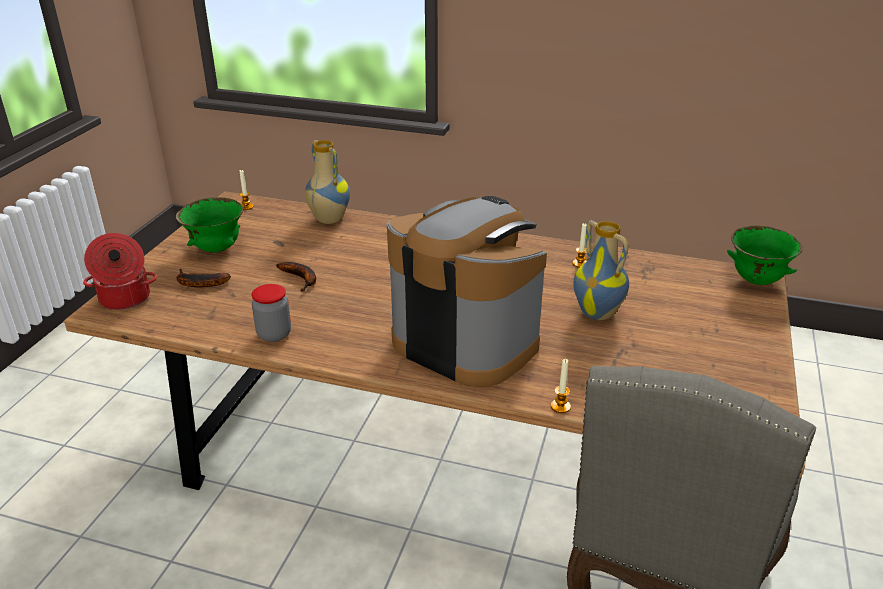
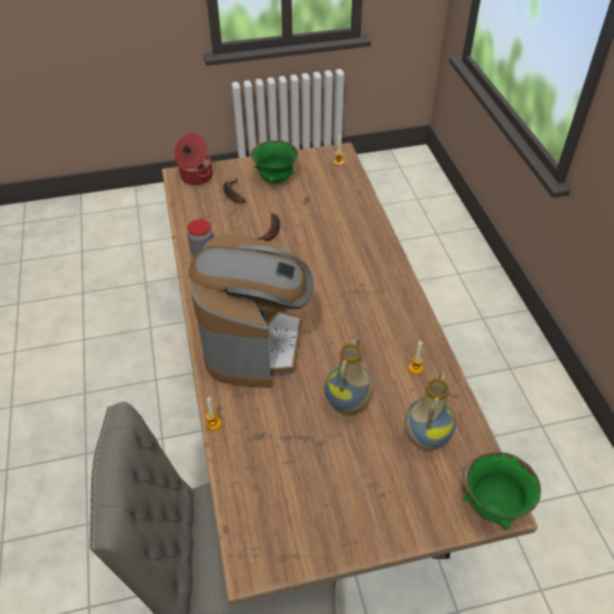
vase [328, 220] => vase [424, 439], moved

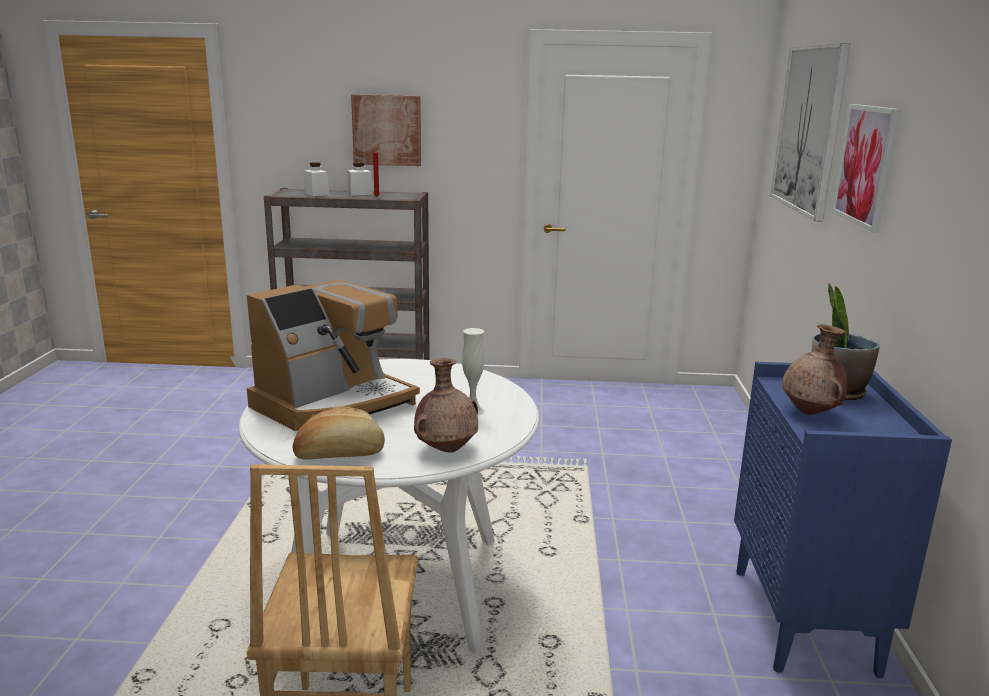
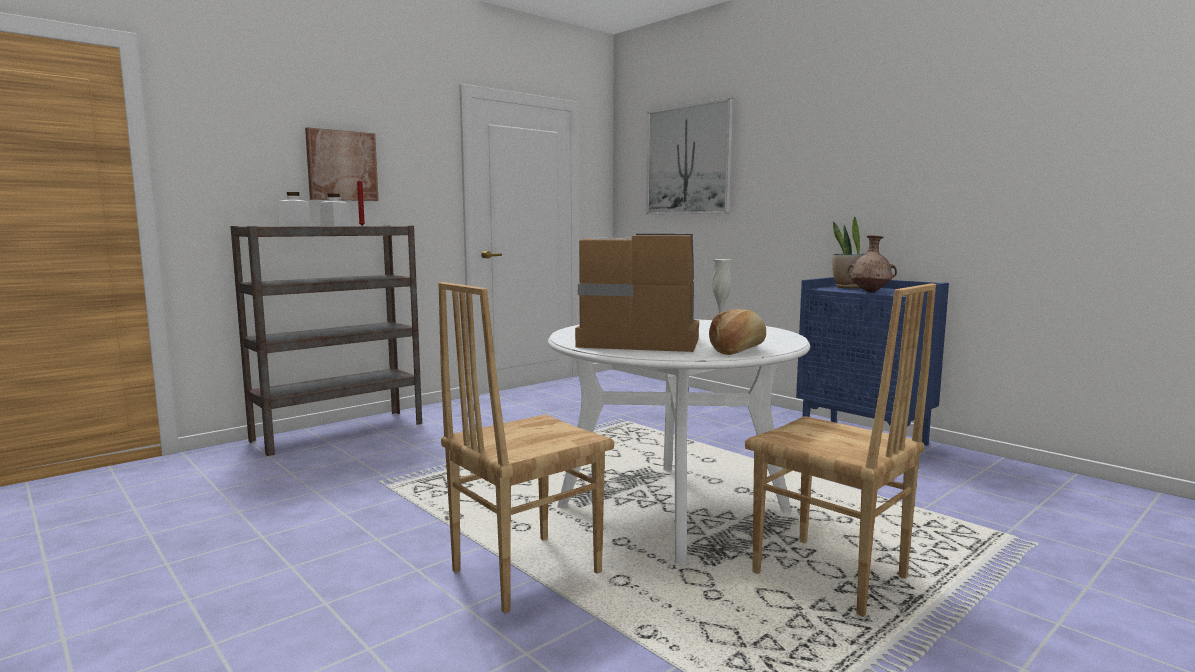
nothing => brown chair [524, 572]
coffee machine [334, 404] => coffee machine [638, 340], 75 degrees counterclockwise
brown vase [447, 449] => nothing
picture [866, 165] => nothing

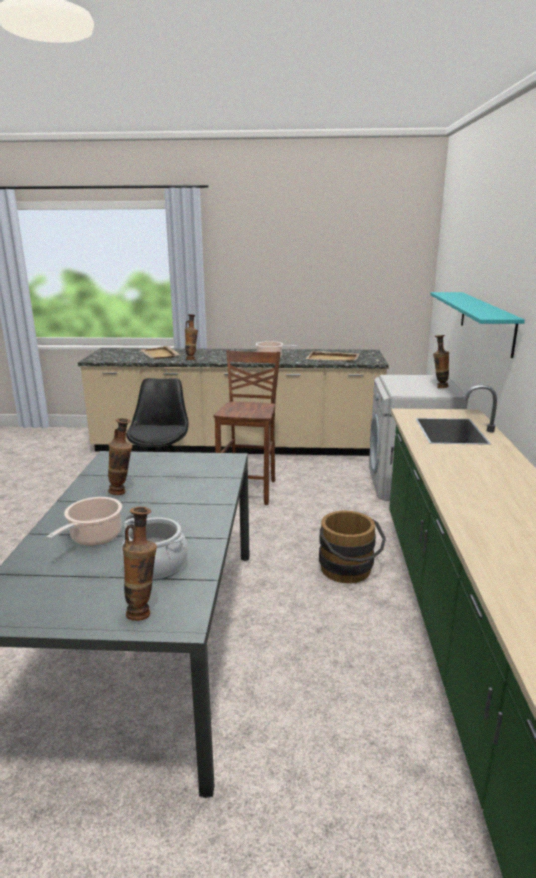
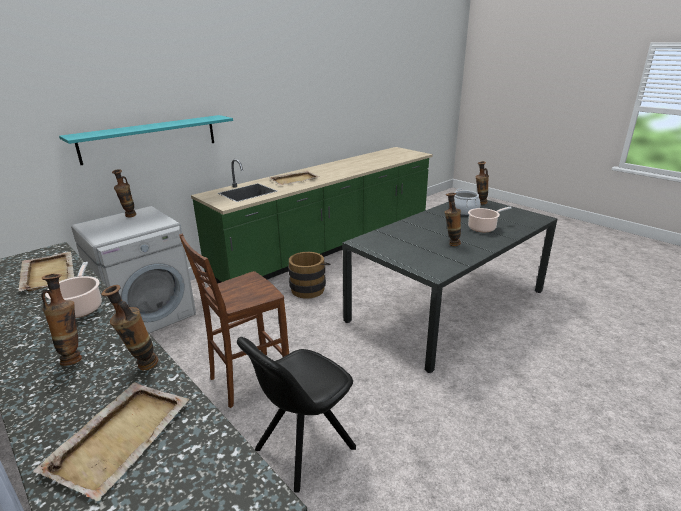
nothing => vase [74, 357]
nothing => beige tray [295, 179]

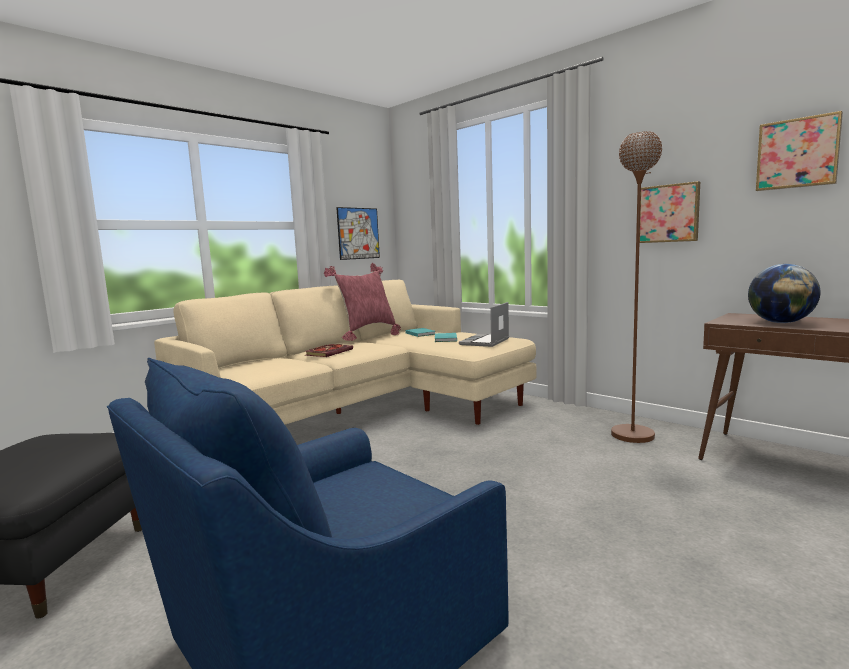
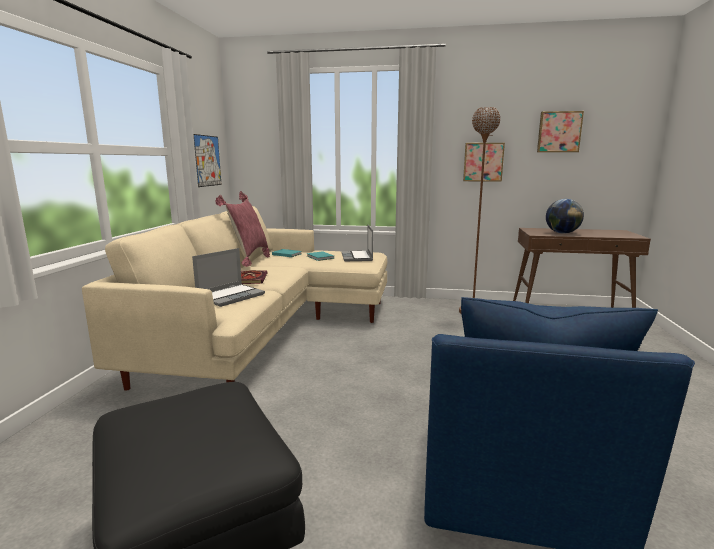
nothing => laptop [231, 296]

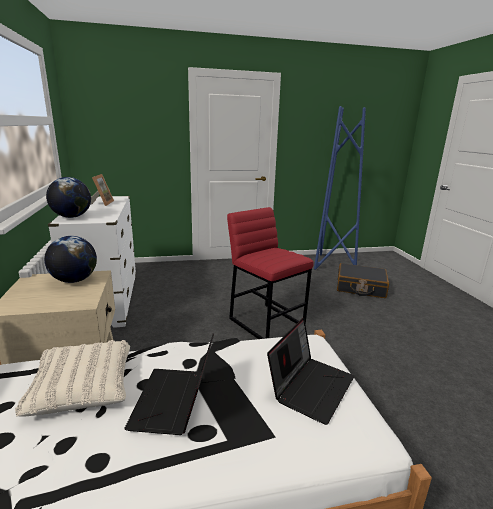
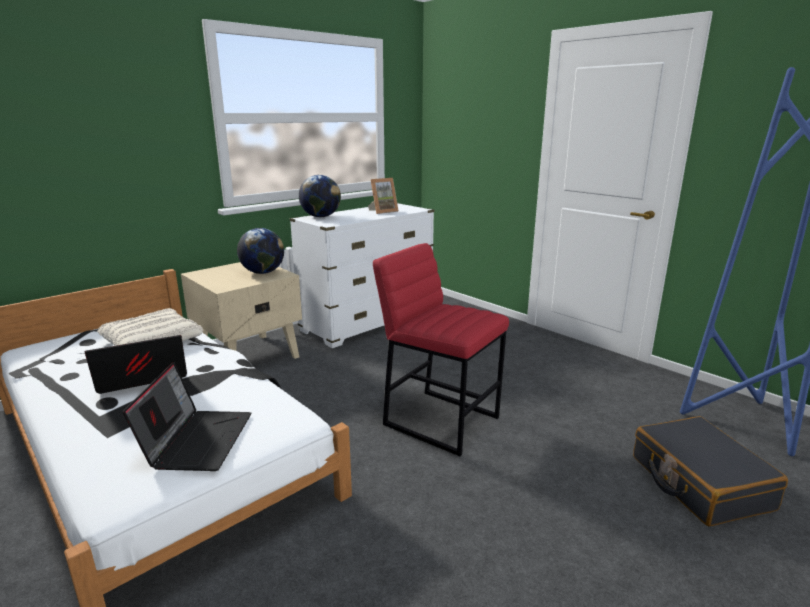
laptop [310, 386] => laptop [197, 439], 90 degrees counterclockwise
red chair [265, 322] => red chair [438, 420], 75 degrees counterclockwise

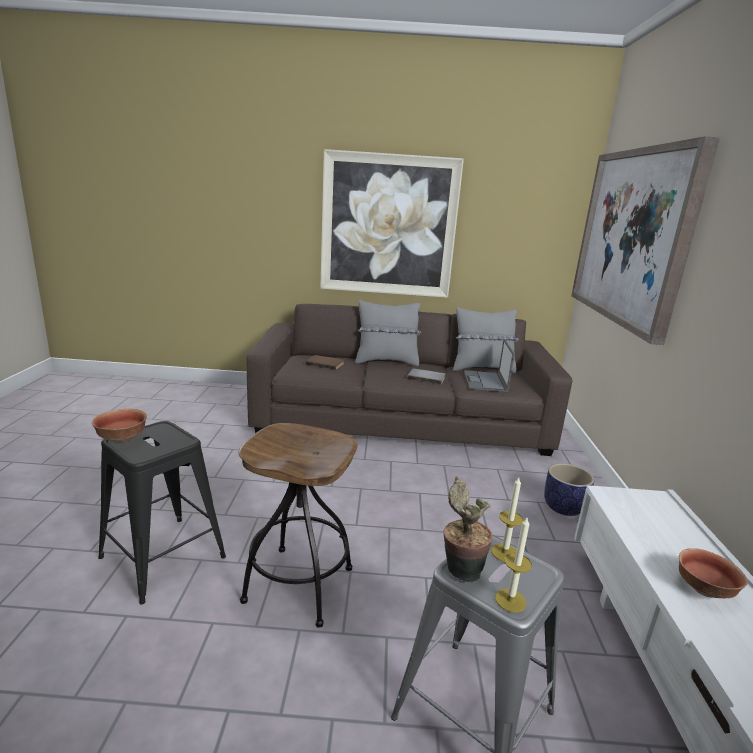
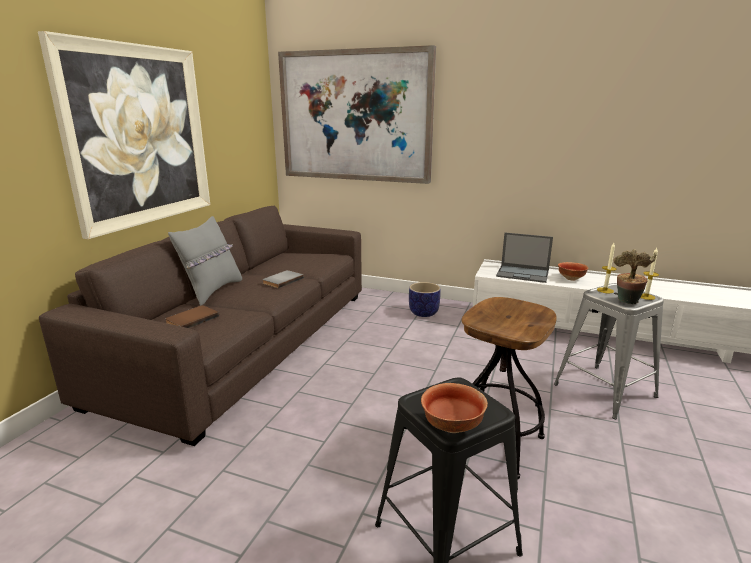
laptop [485, 381] => laptop [523, 274], moved
grey pillow [482, 368] => nothing

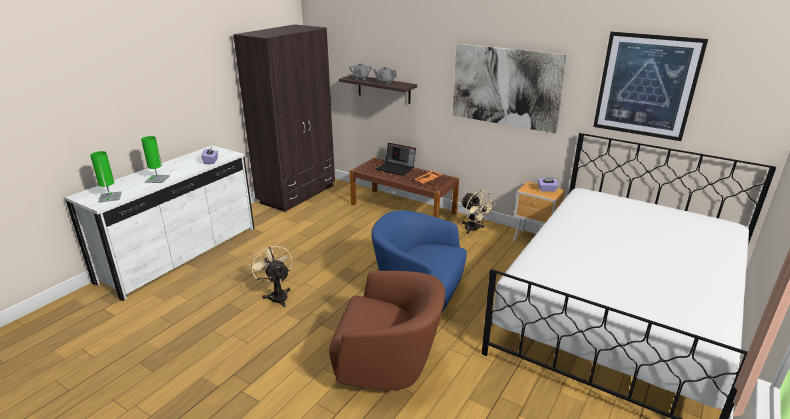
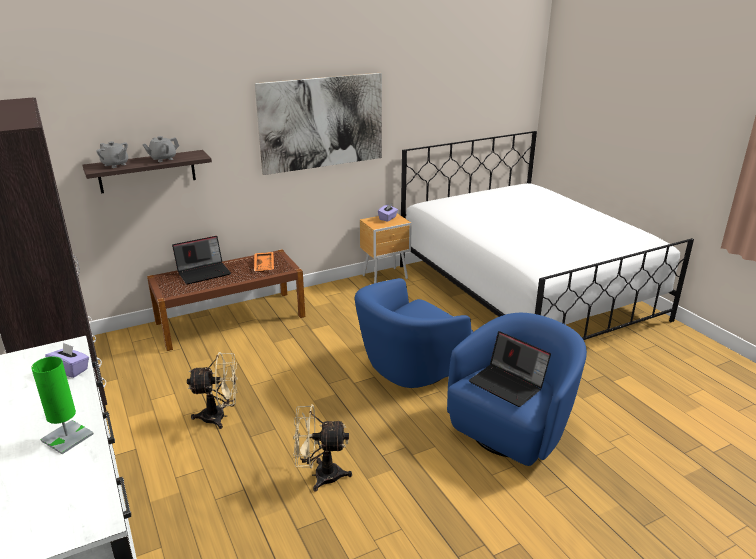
beige fan [474, 229] => beige fan [220, 416], moved
brown armchair [387, 365] => blue armchair [512, 428]
nothing => laptop [508, 384]
green table lamp [110, 197] => nothing
picture [646, 86] => nothing

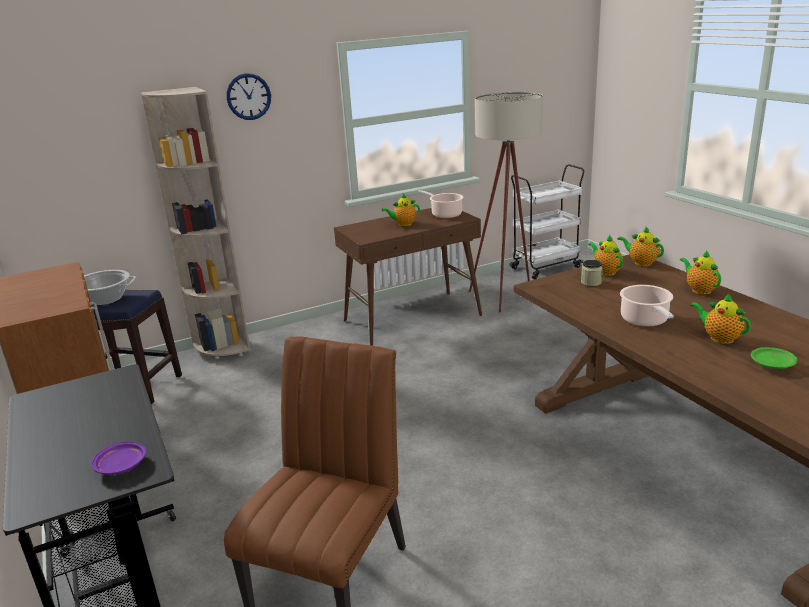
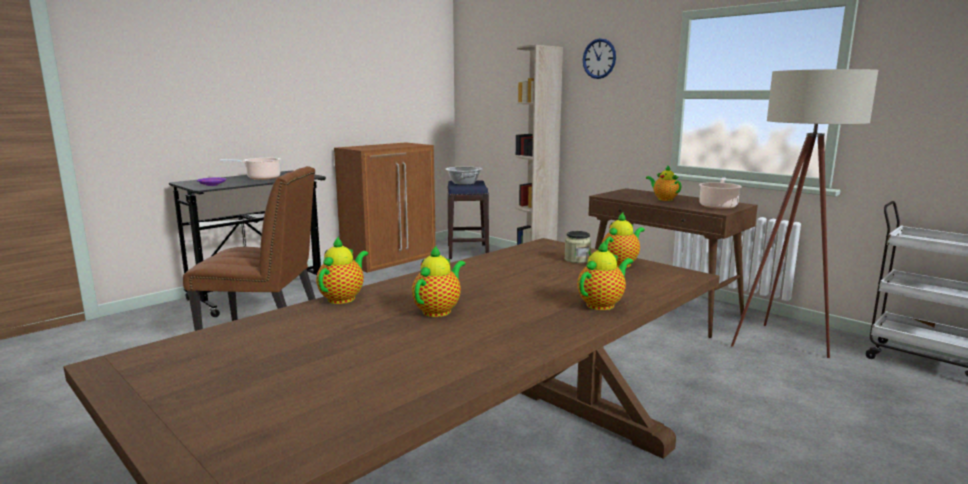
cooking pot [645, 320] => cooking pot [261, 178], moved
teapot [641, 262] => teapot [343, 298], moved
green plate [772, 364] => nothing

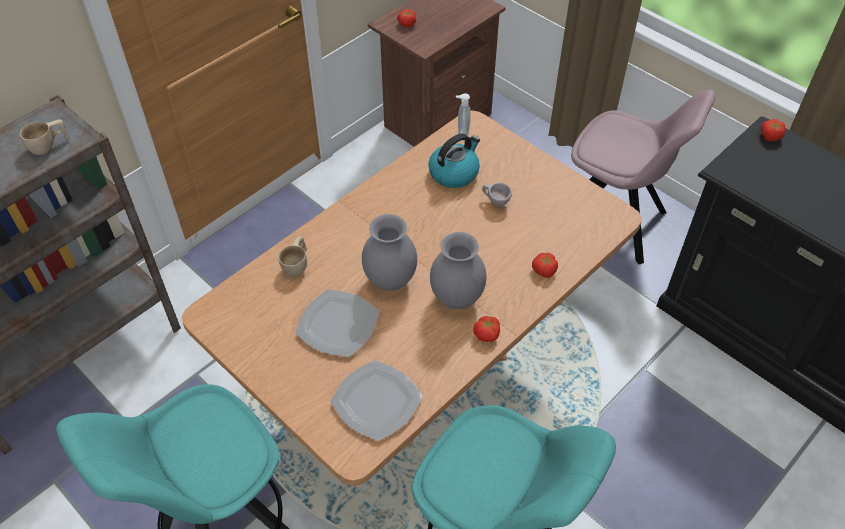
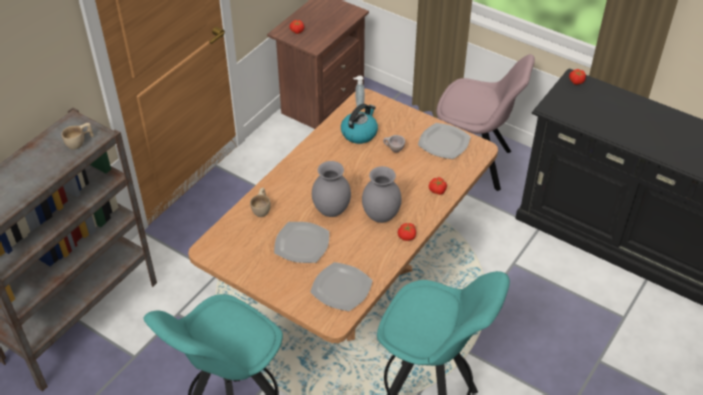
nothing => plate [444, 142]

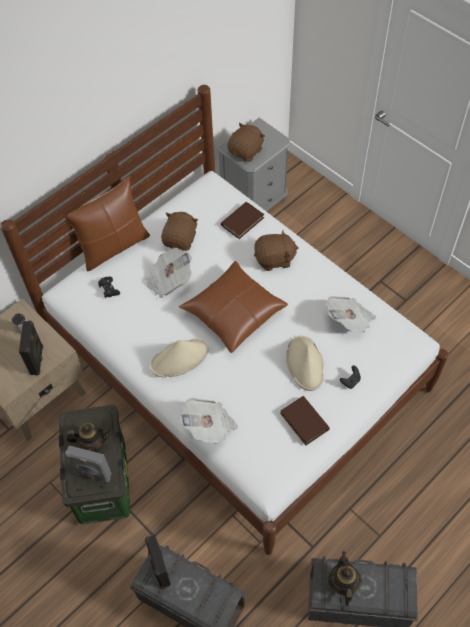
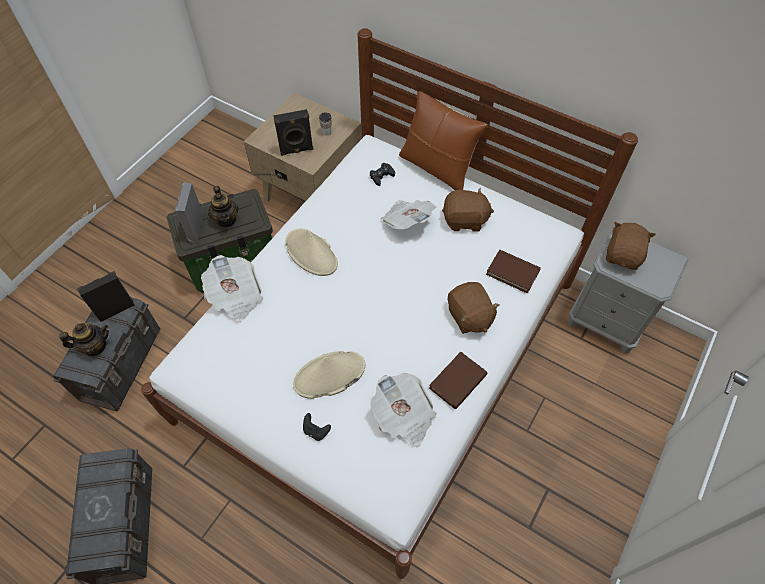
teapot [342, 584] => teapot [95, 346], moved
brown book [304, 421] => brown book [457, 382], moved
brown plush toy [246, 151] => brown plush toy [623, 255], 90 degrees counterclockwise
brown pillow [233, 313] => nothing

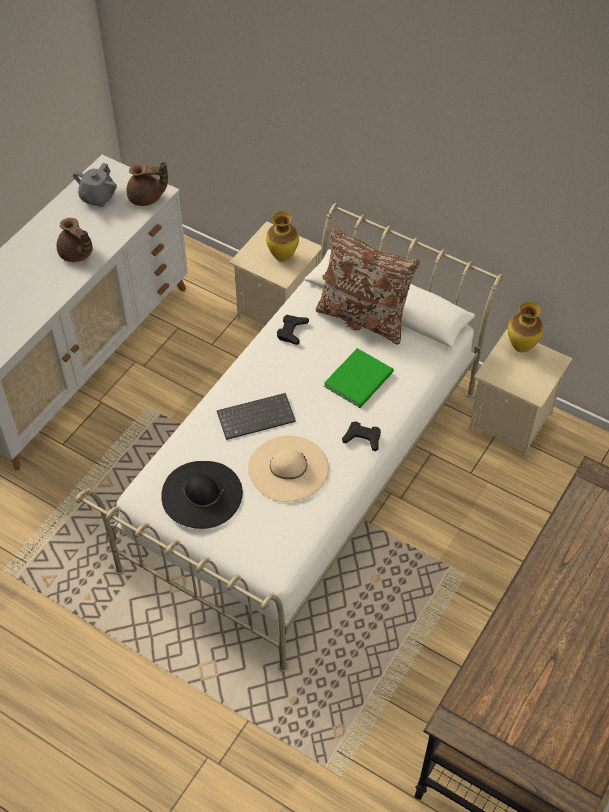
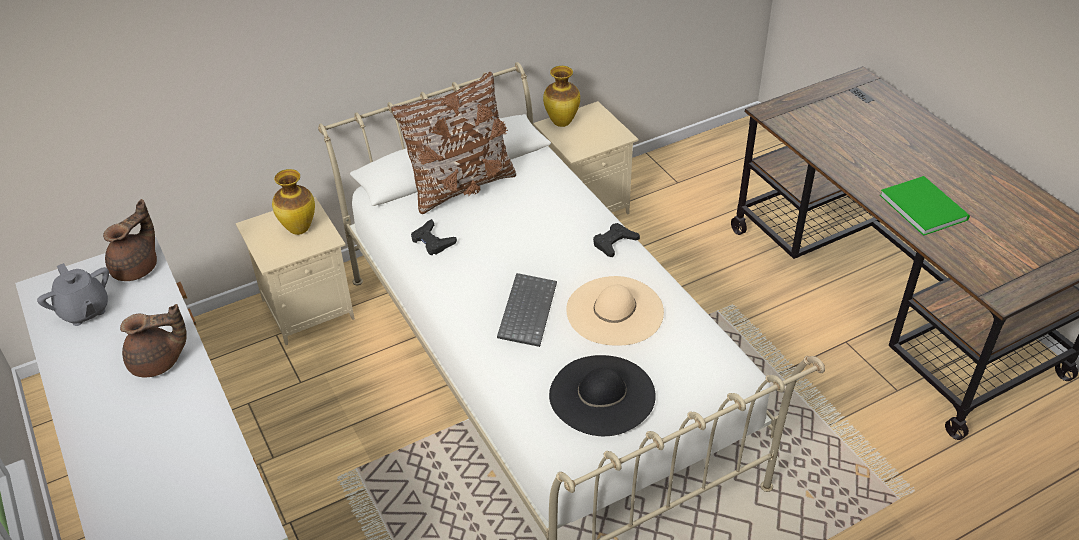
green book [361, 379] => green book [923, 205], moved

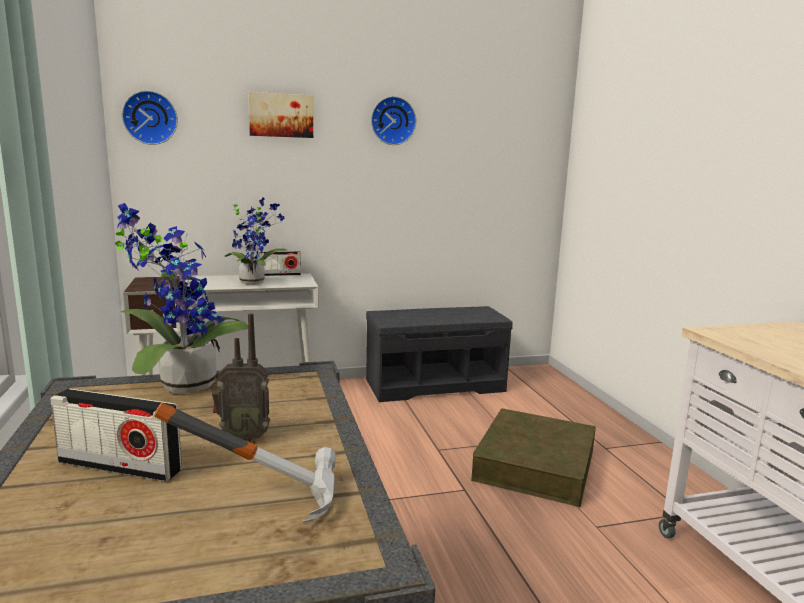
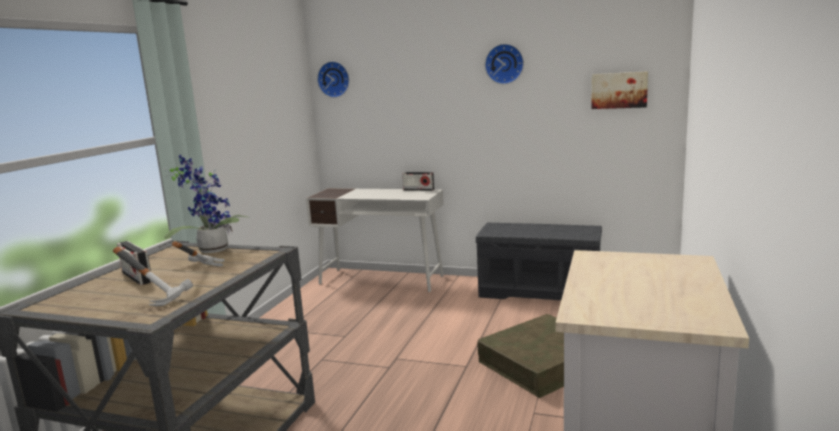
radio [243, 437] => hammer [193, 274]
picture [281, 115] => picture [619, 90], moved
potted plant [254, 281] => nothing

